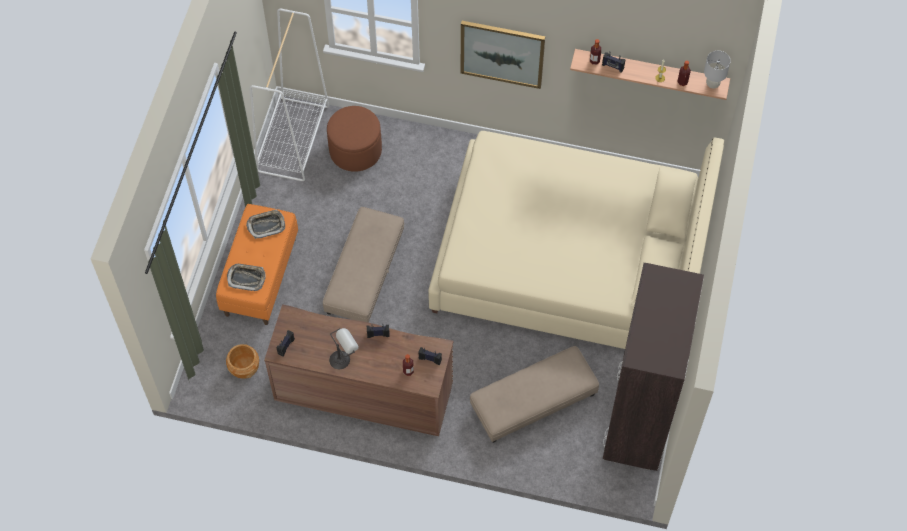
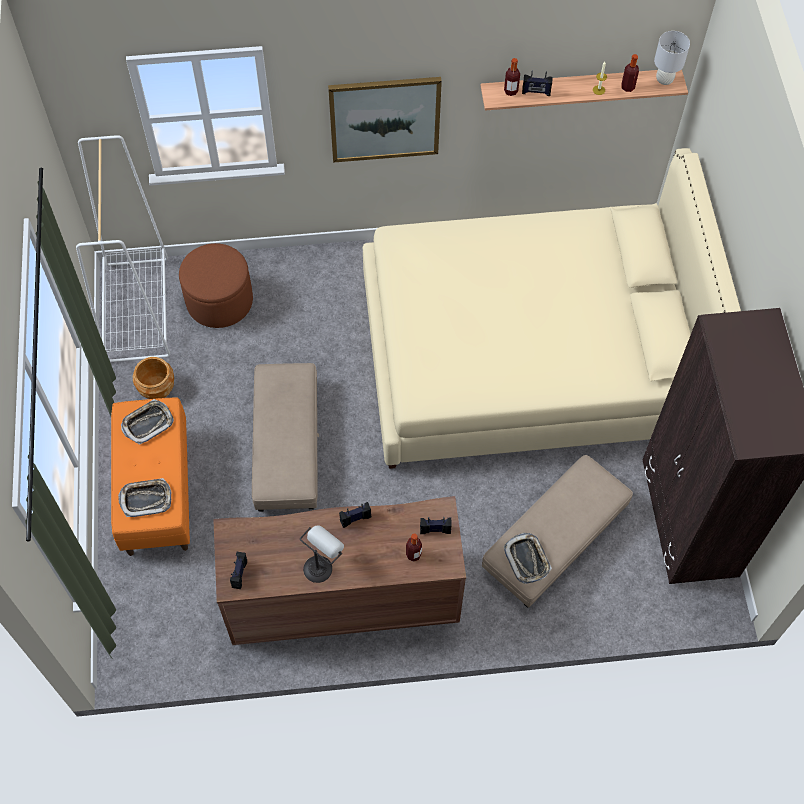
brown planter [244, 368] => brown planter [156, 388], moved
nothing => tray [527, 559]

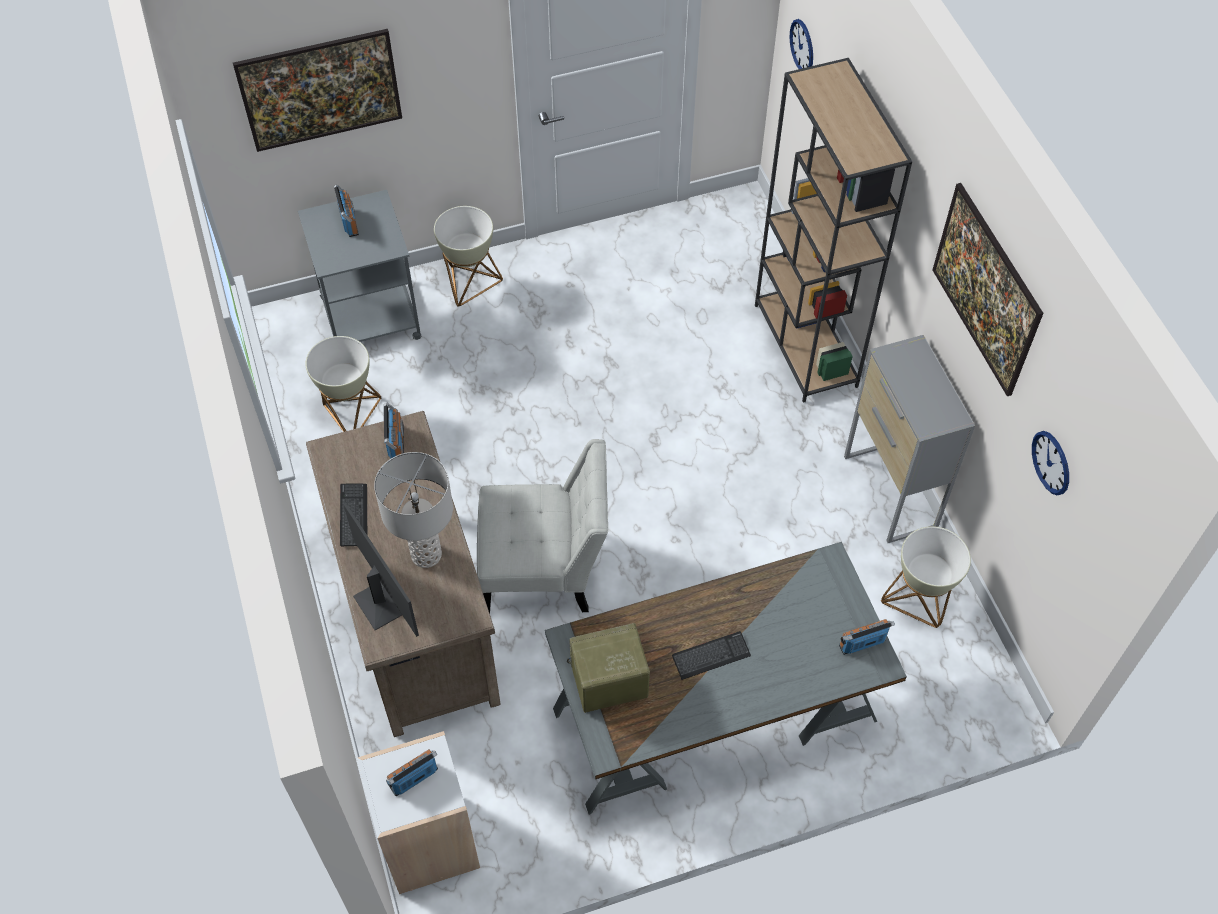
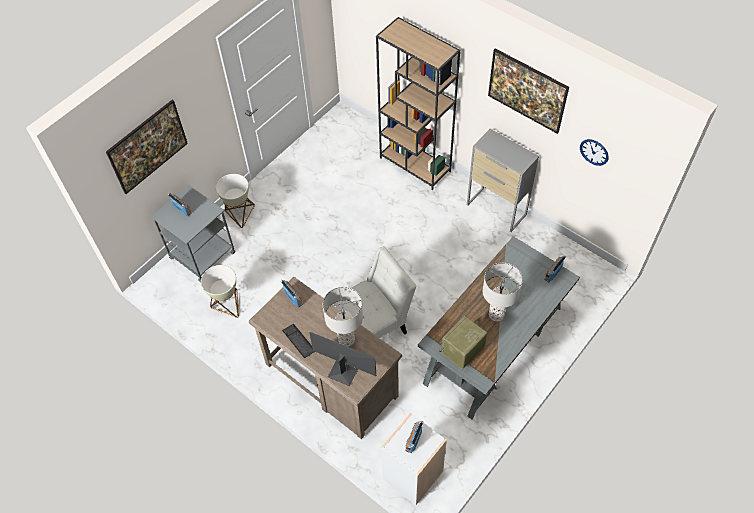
keyboard [711, 656] => white table lamp [496, 314]
wall clock [802, 46] => nothing
planter [917, 602] => nothing

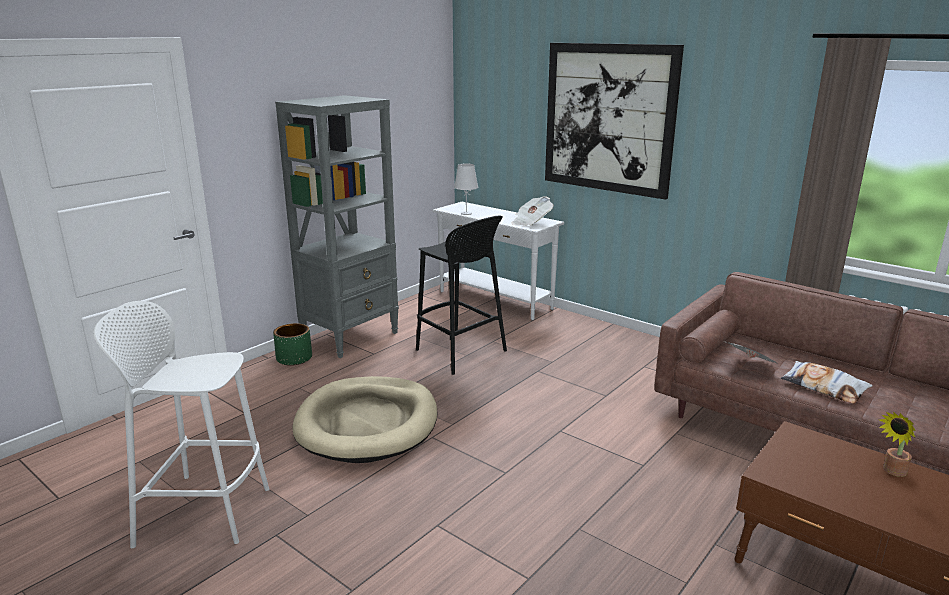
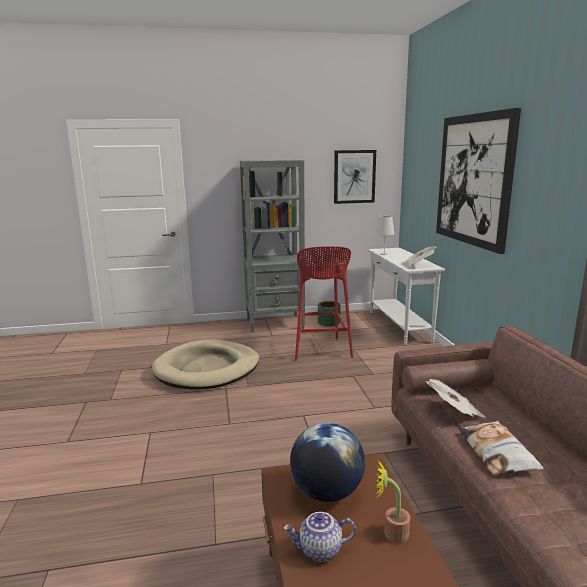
nothing => teapot [320, 551]
nothing => globe [327, 492]
black stool [459, 353] => red stool [321, 349]
green planter [294, 358] => green planter [329, 323], moved
nothing => picture [354, 176]
white stool [203, 512] => nothing

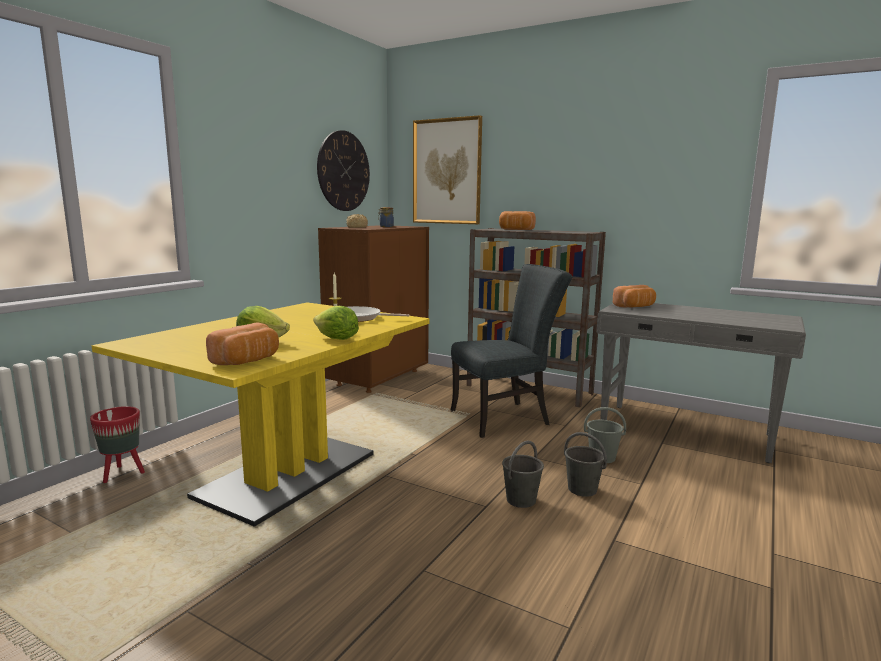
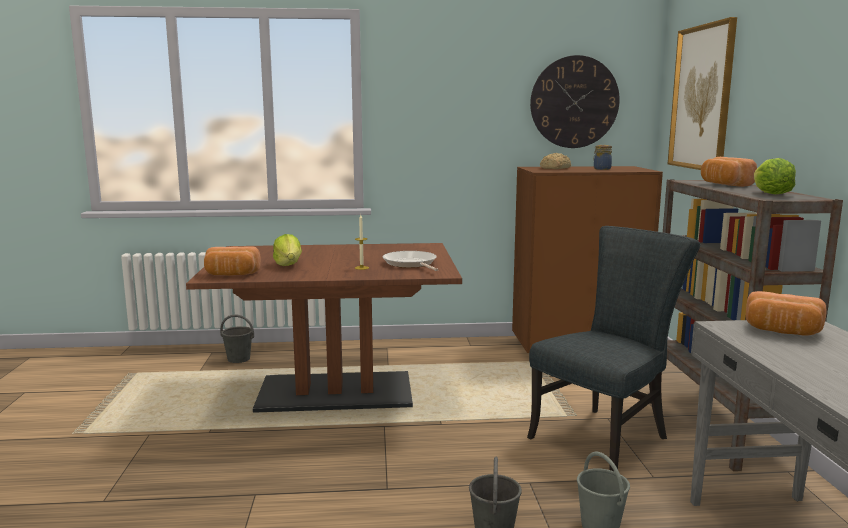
yellow dining table [288, 475] => brown dining table [335, 393]
grey bucket [521, 500] => grey bucket [239, 359], moved
grey chair [505, 417] => grey chair [605, 436], 75 degrees counterclockwise
lettuce [336, 339] => lettuce [770, 194], moved
red planter [123, 474] => nothing

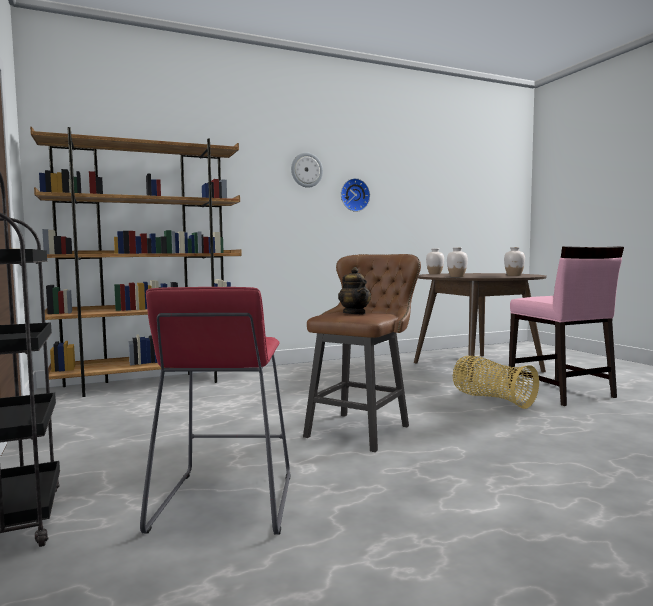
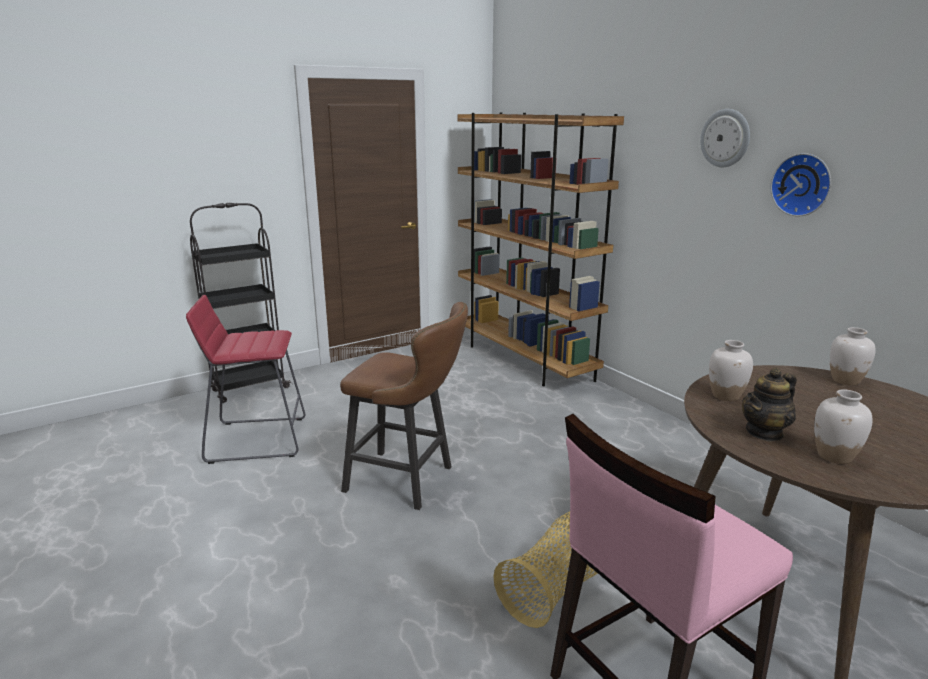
teapot [354, 313] => teapot [765, 432], moved

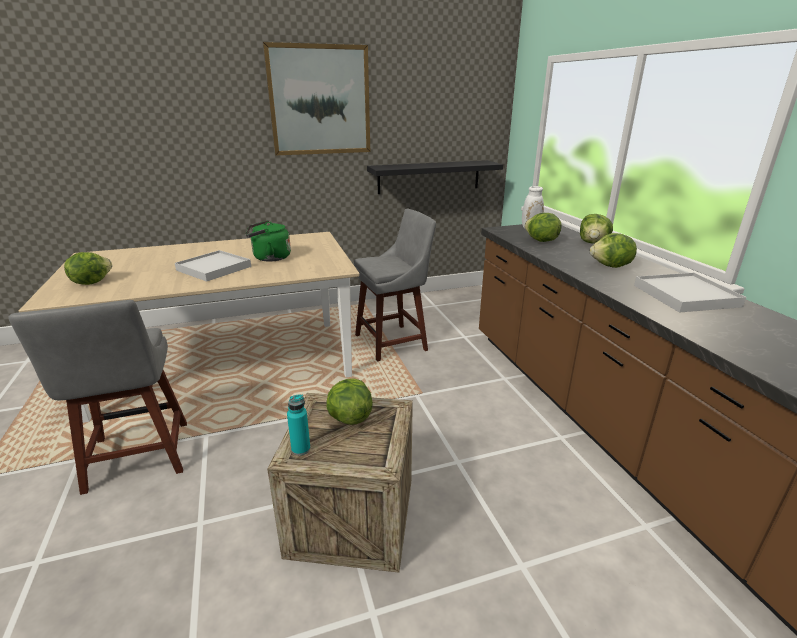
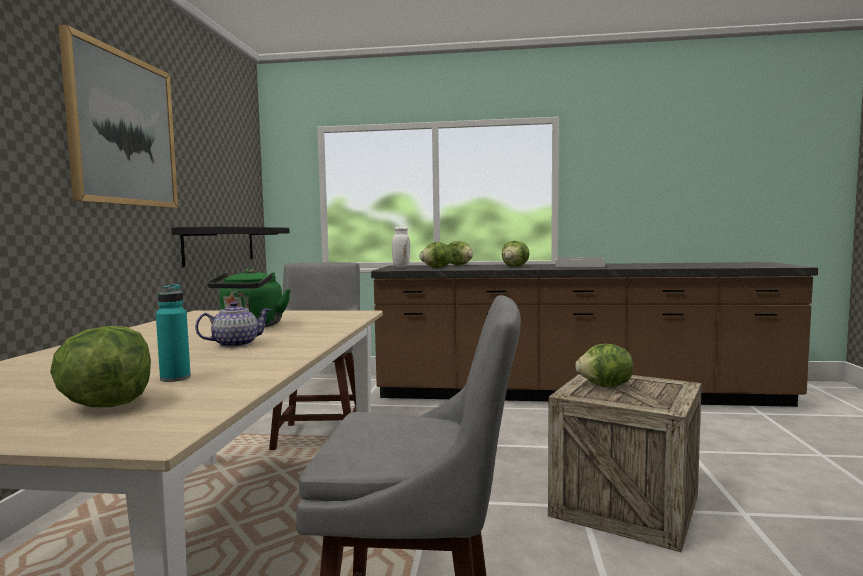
turquoise bottle [301, 449] => turquoise bottle [175, 378], moved
white tray [214, 268] => teapot [235, 344]

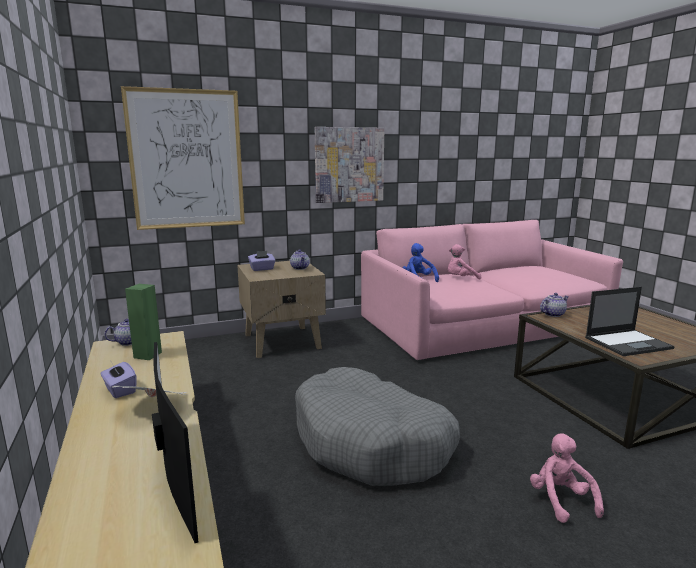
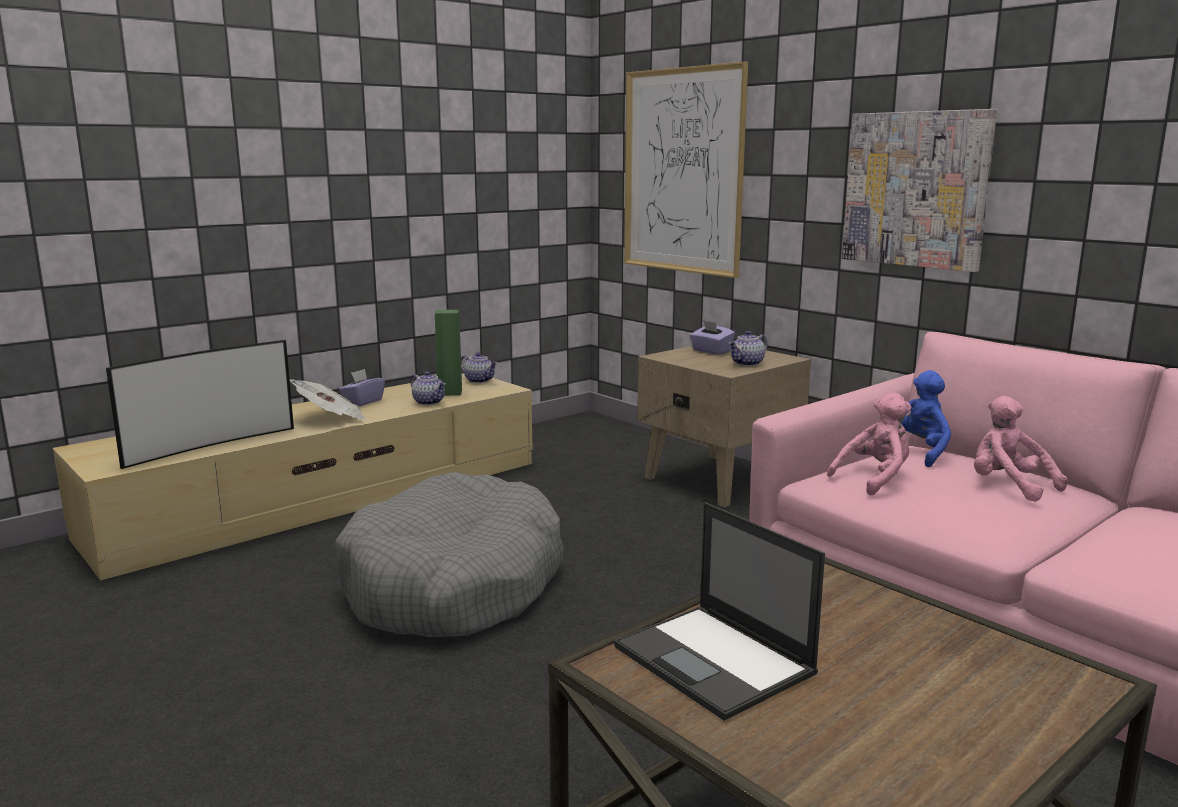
teapot [552, 314] => teapot [429, 402], moved
pink plush toy [561, 500] => pink plush toy [875, 479], moved

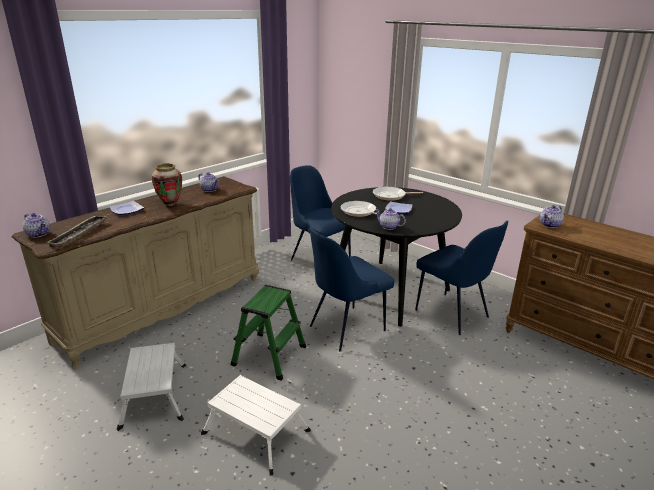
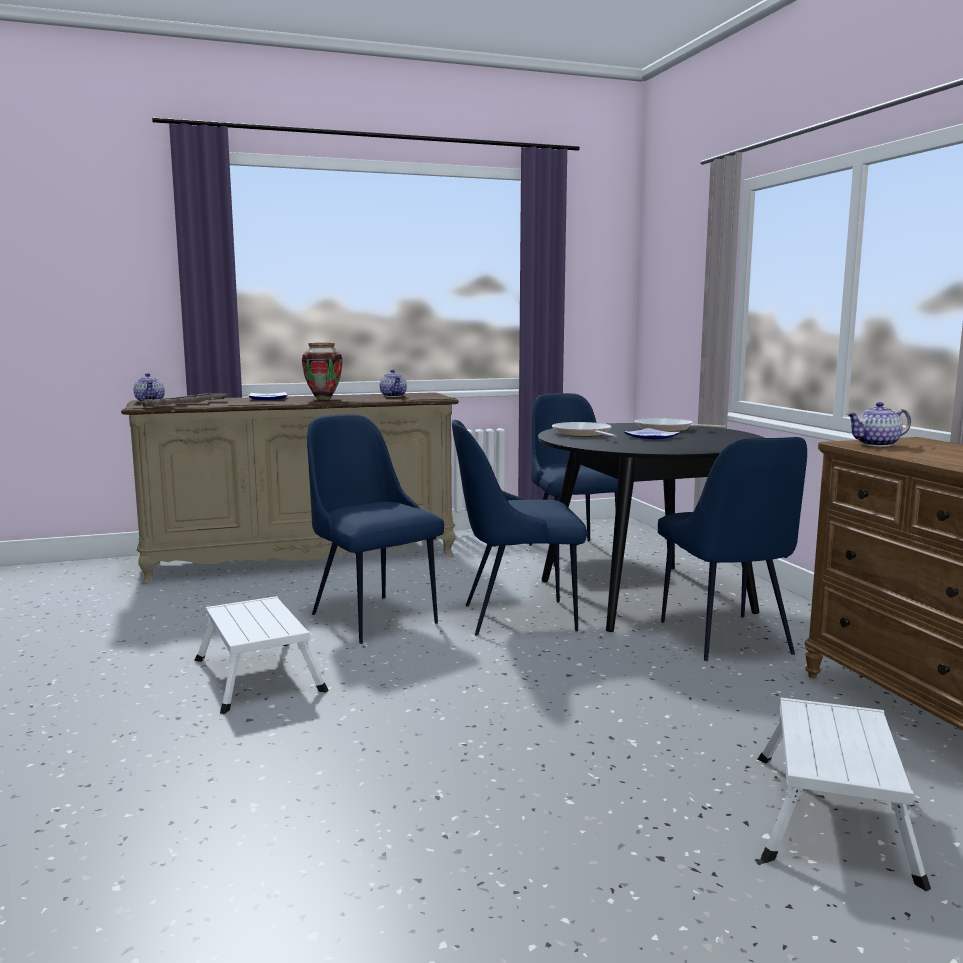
green step ladder [269, 355] => blue chair [372, 618]
white step ladder [154, 395] => white step ladder [833, 816], moved
teapot [388, 227] => nothing

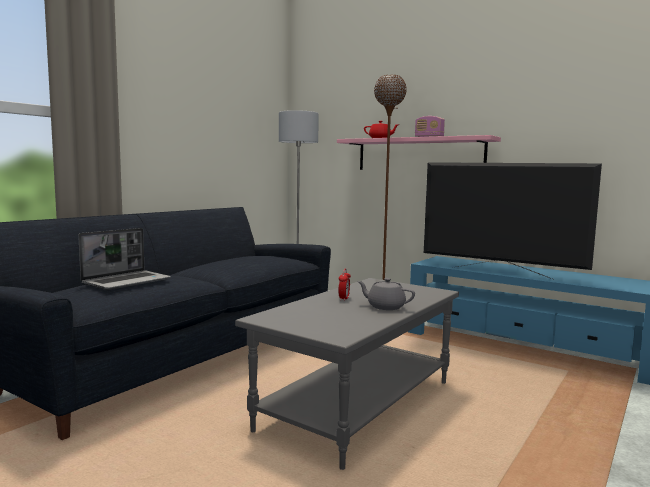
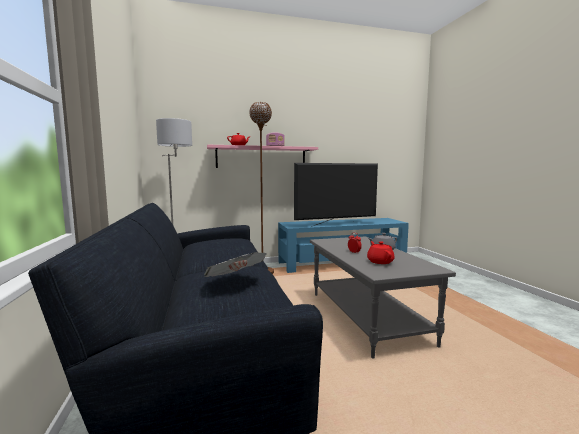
laptop [127, 281] => newspaper [235, 282]
nothing => red teapot [380, 261]

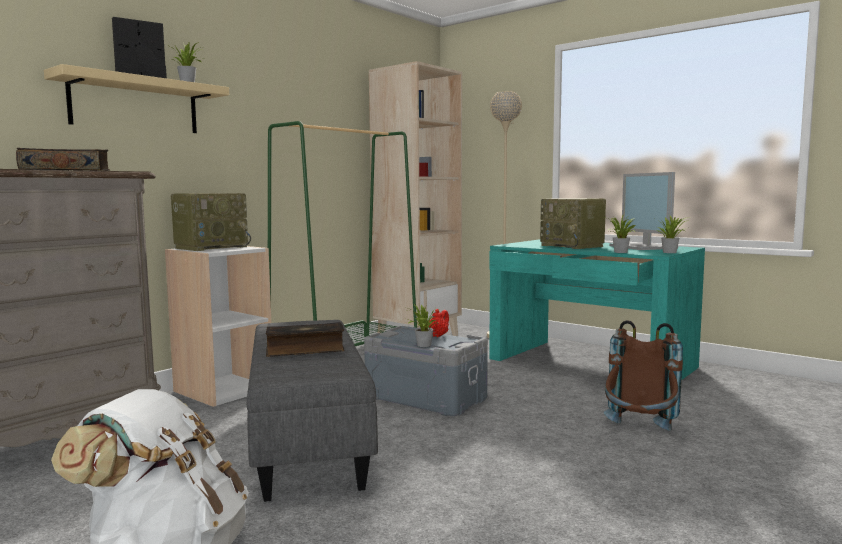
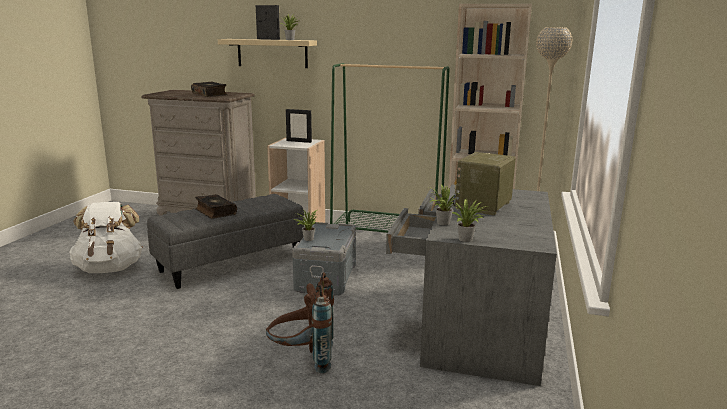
radio [212, 247] => picture frame [299, 141]
turquoise desk [587, 365] => grey desk [473, 324]
red teapot [438, 336] => nothing
monitor [644, 247] => nothing

